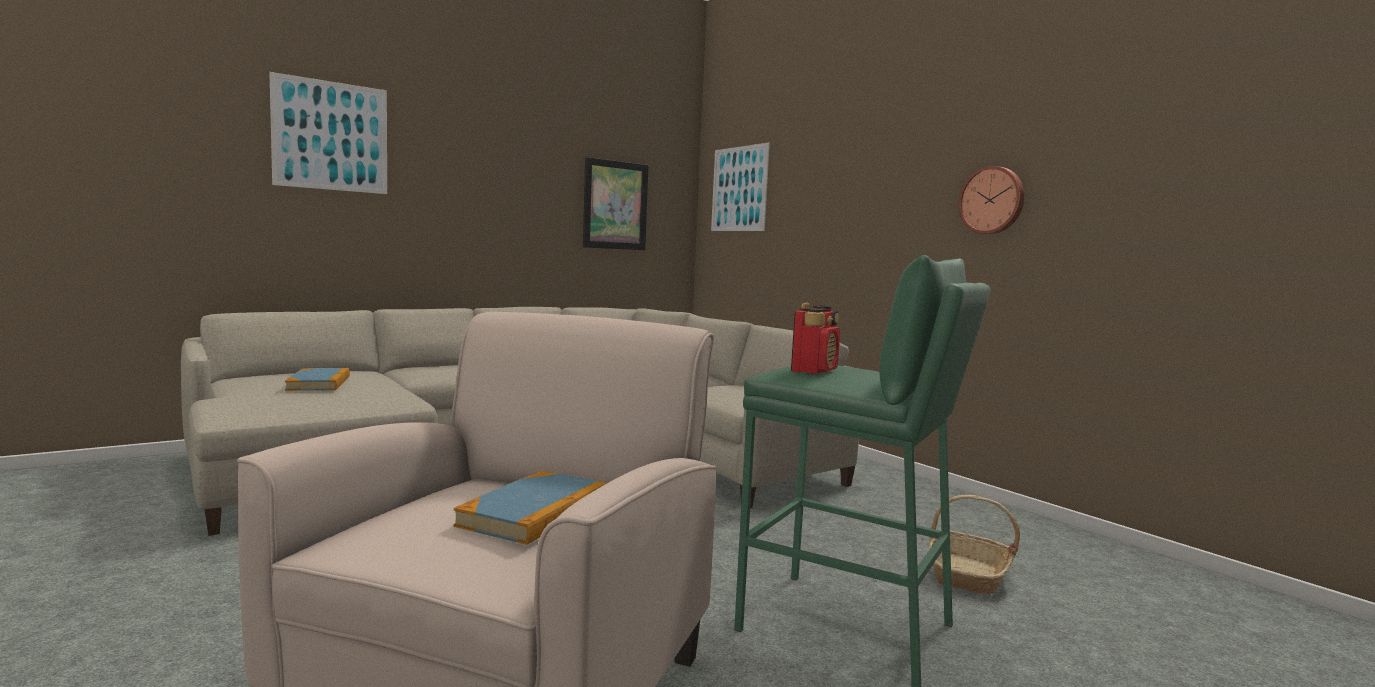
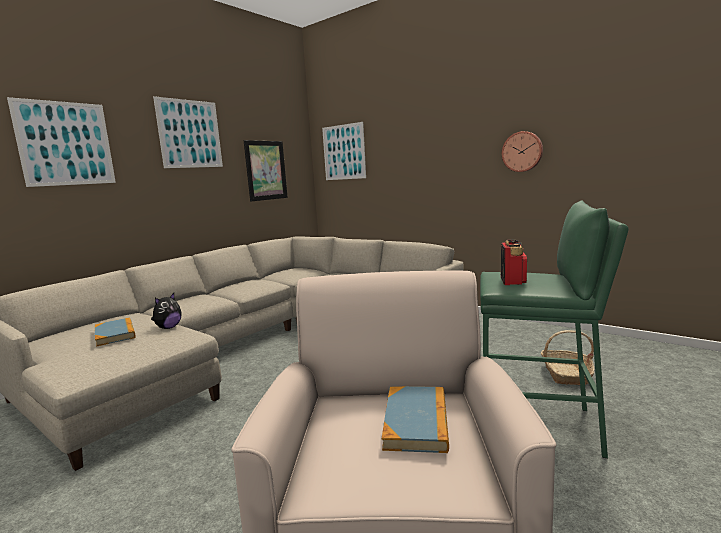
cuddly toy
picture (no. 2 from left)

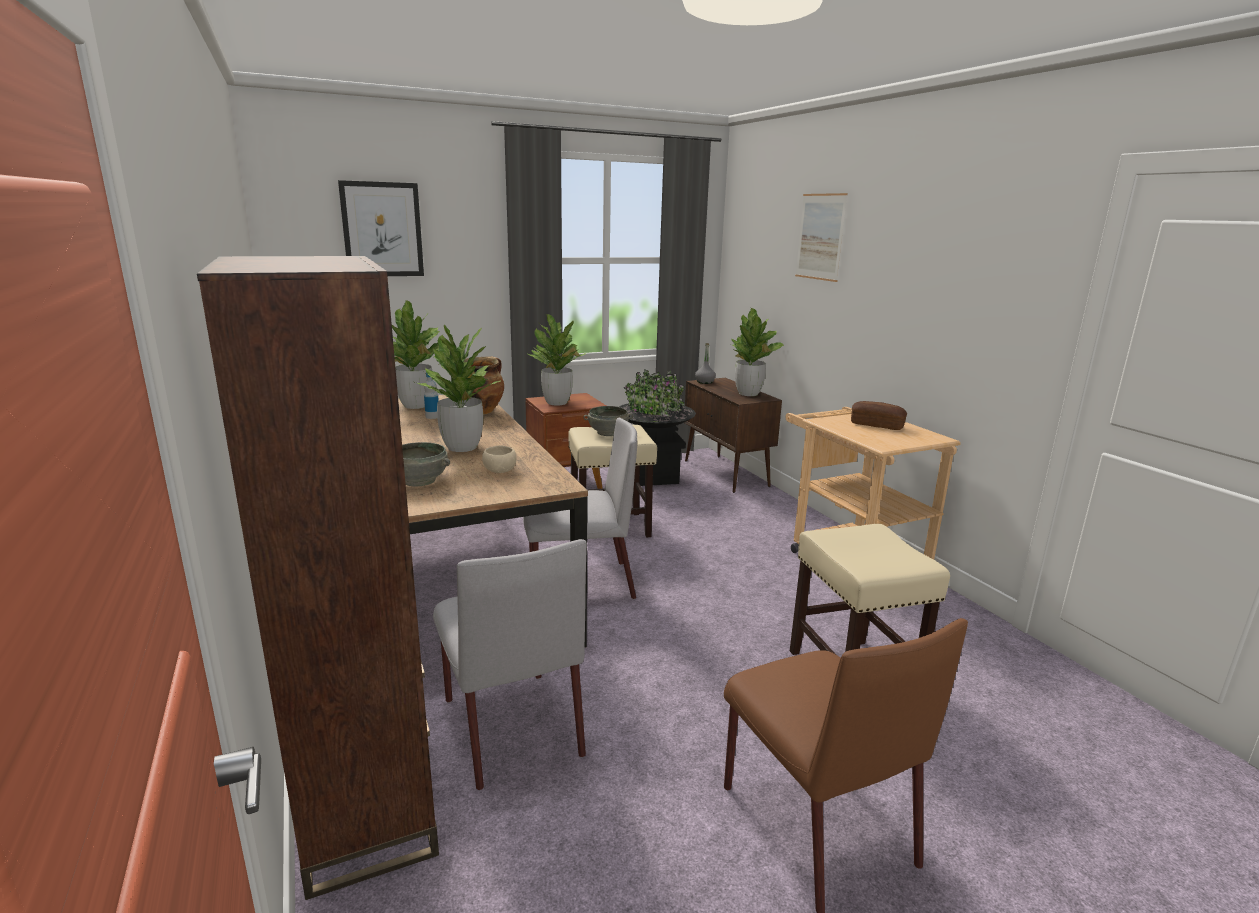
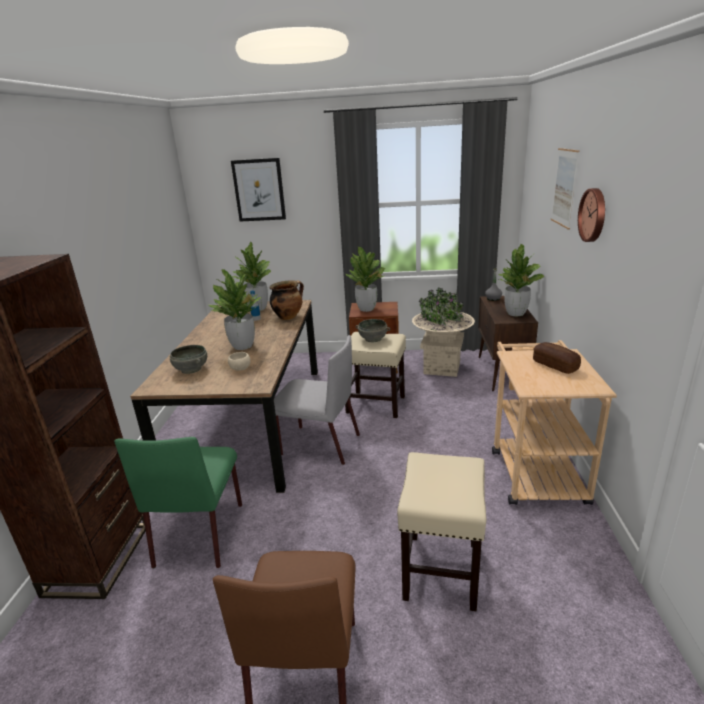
green upright chair
beige planter
hanging clock

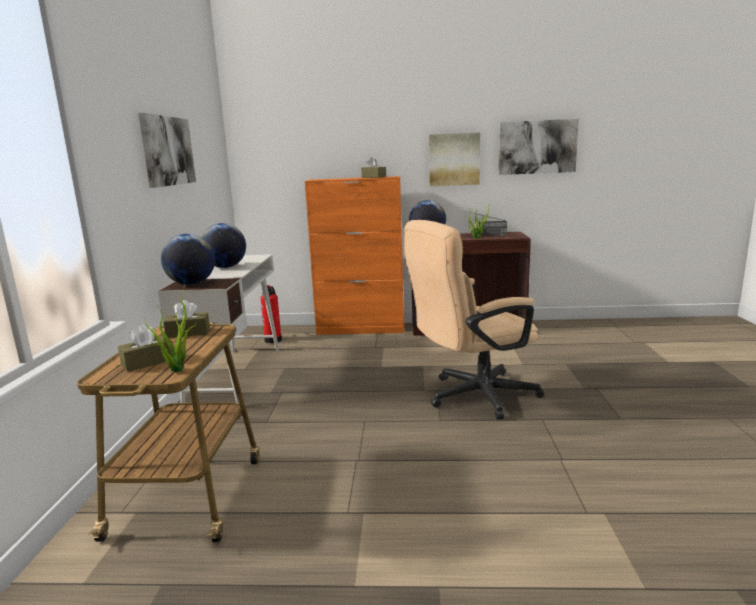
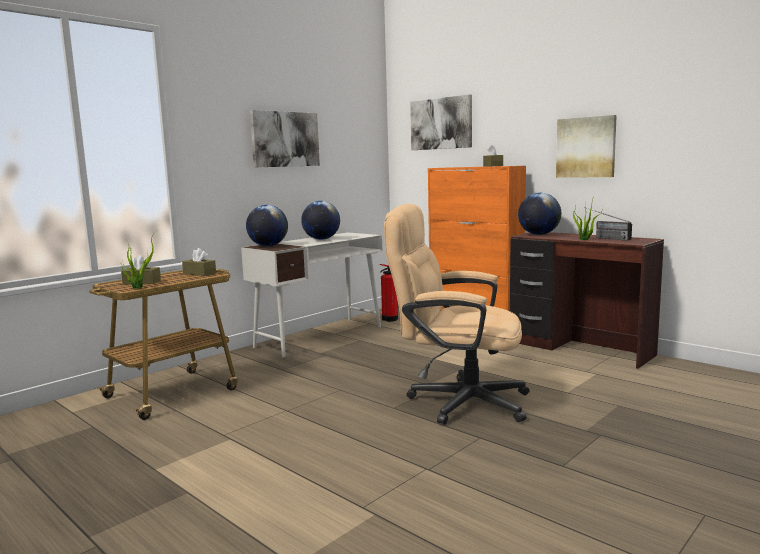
picture (no. 2 from left)

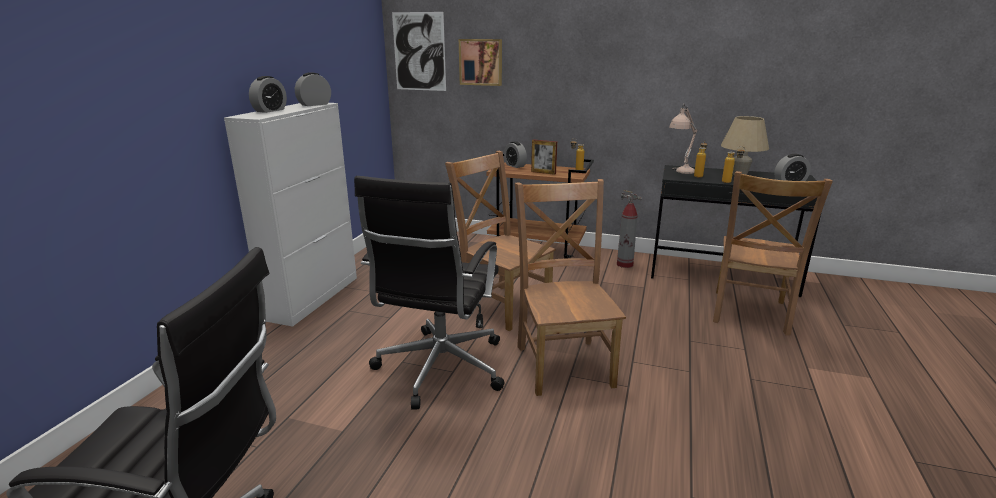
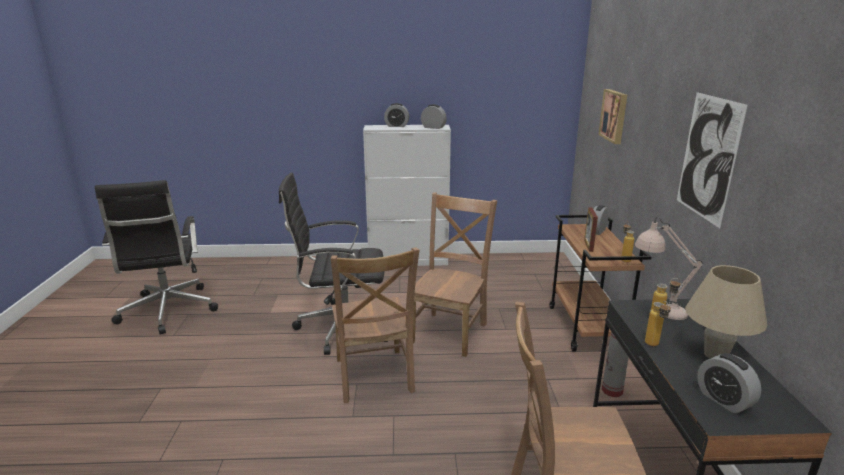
brown upright chair (no. 1 from left)
picture (no. 2 from left)

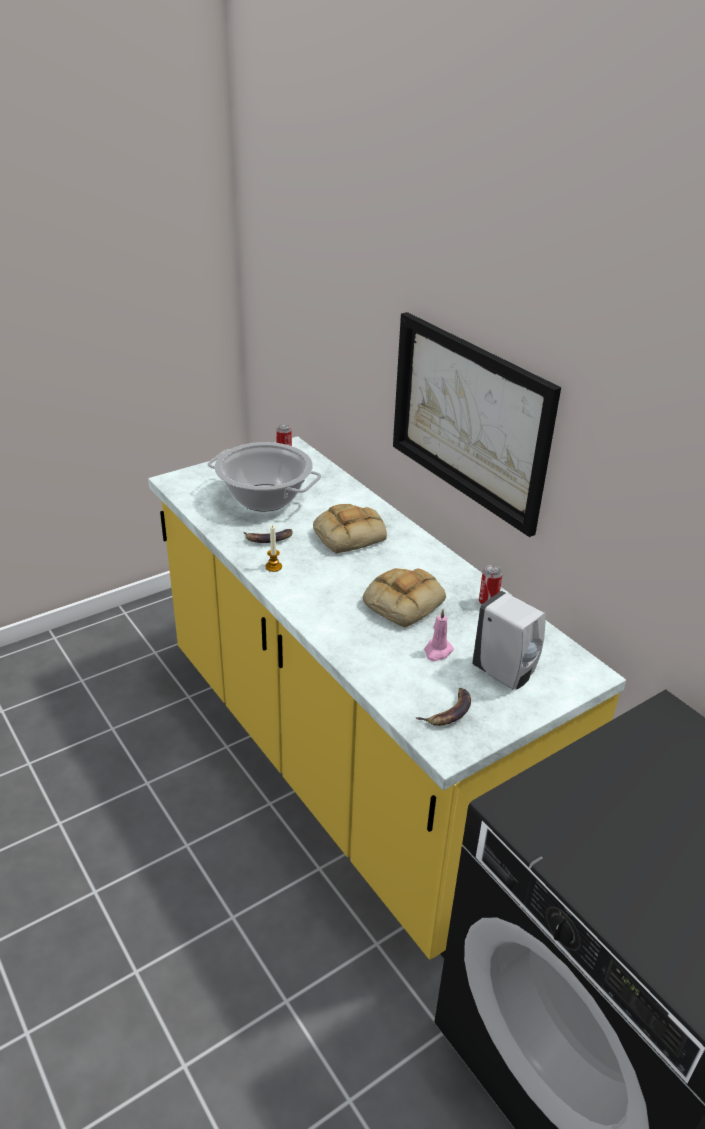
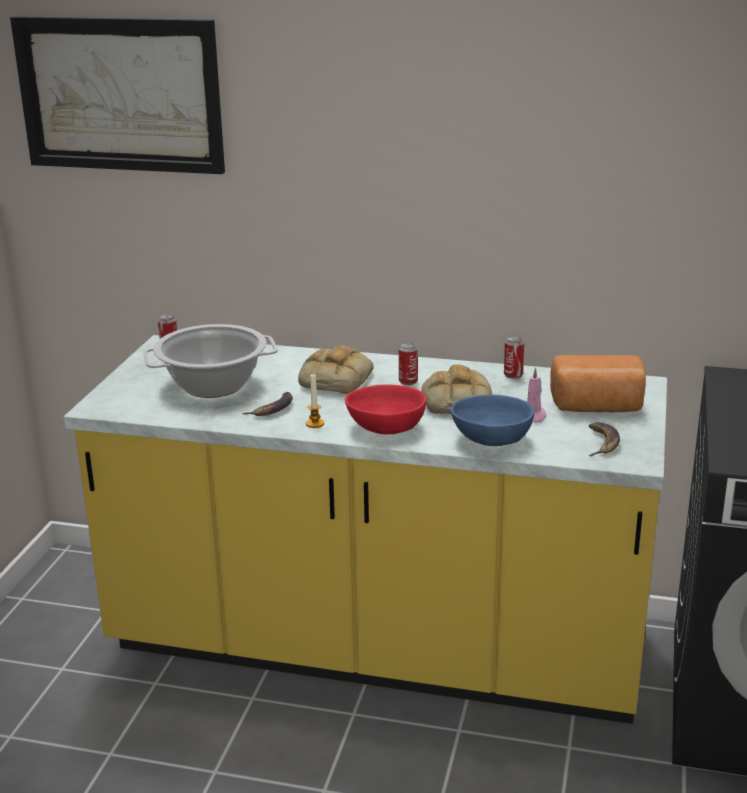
picture
red serving bowl
sealed can (no. 2 from left)
blue serving bowl
baked bread (no. 3 from left)

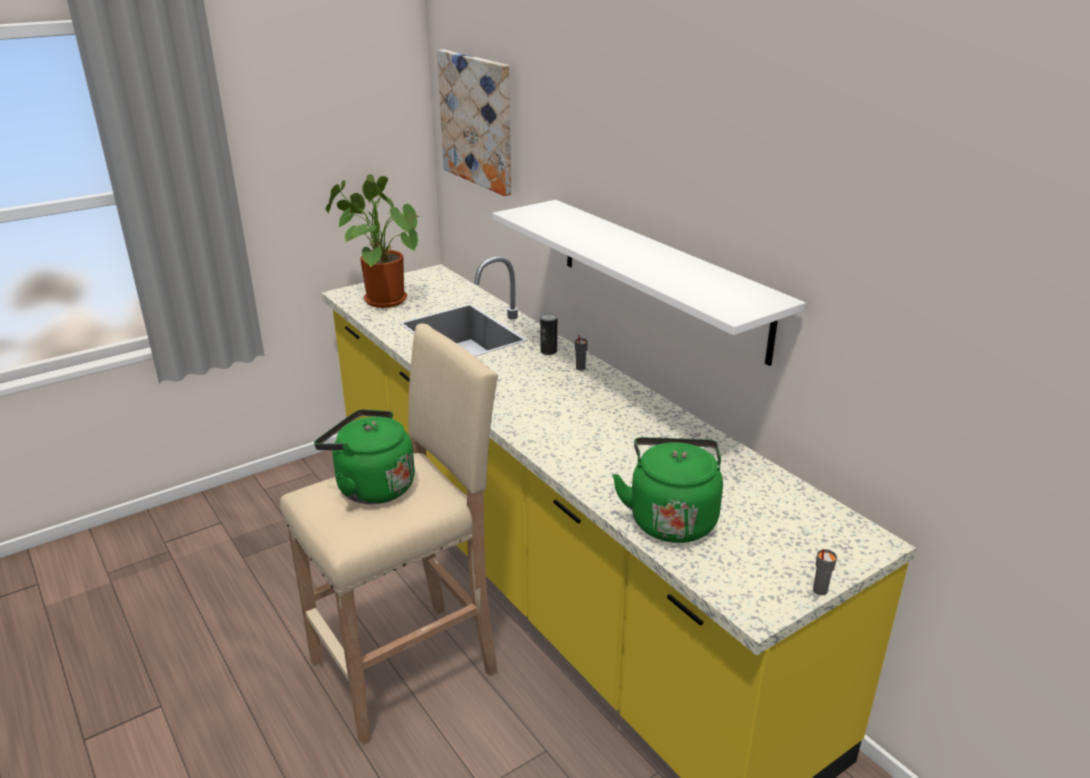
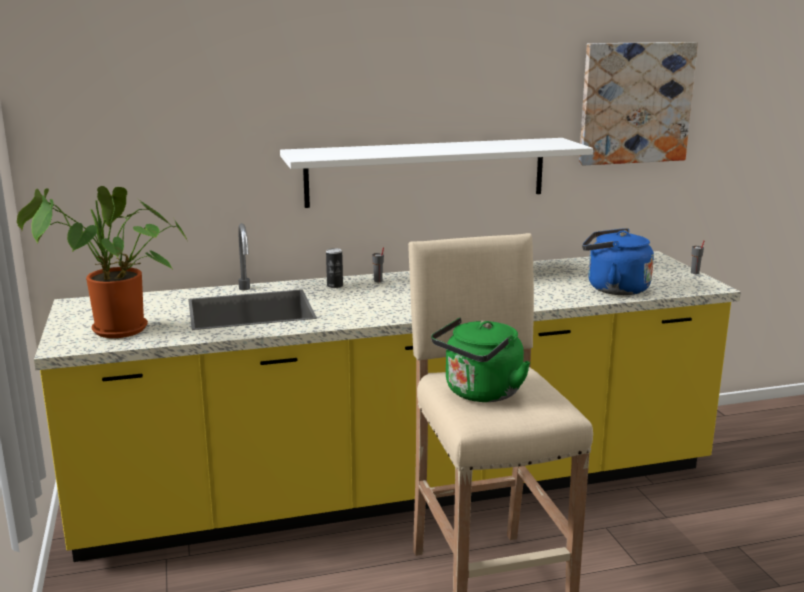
picture
blue kettle

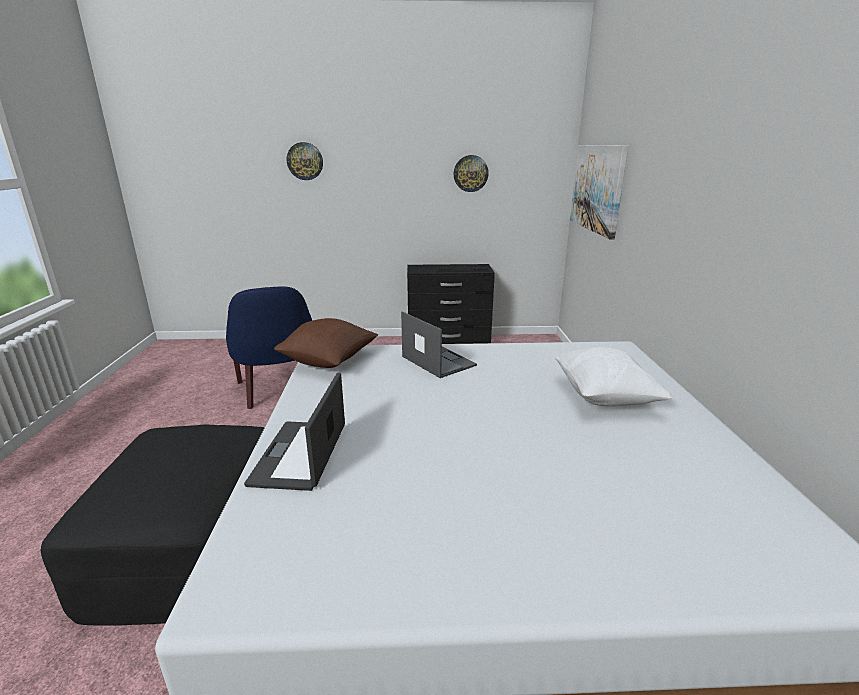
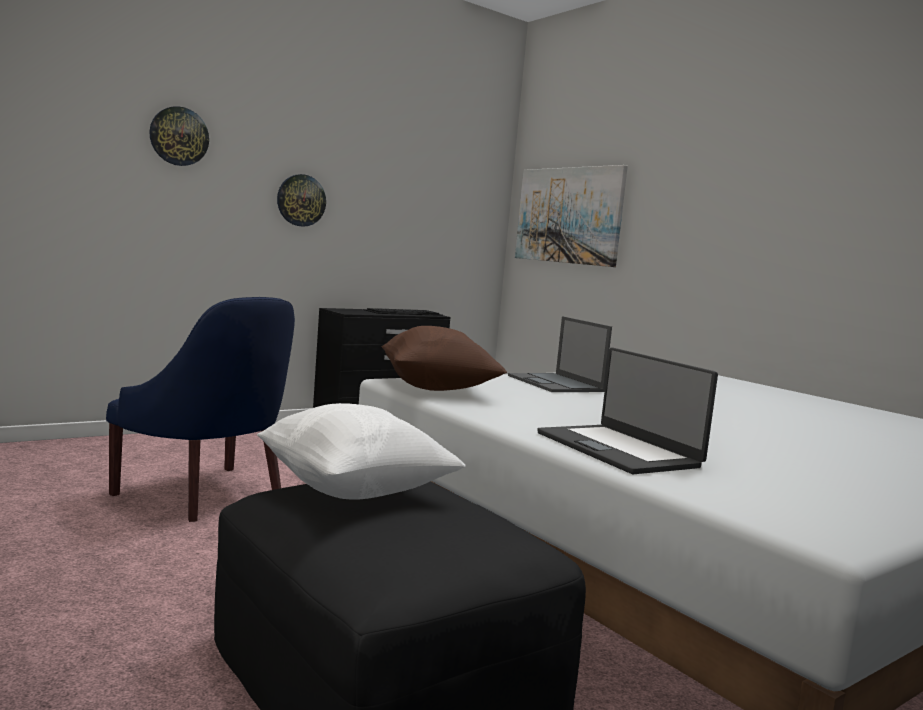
white-coloured cushion
hanging clock (no. 2 from left)
portable computer (no. 1 from left)

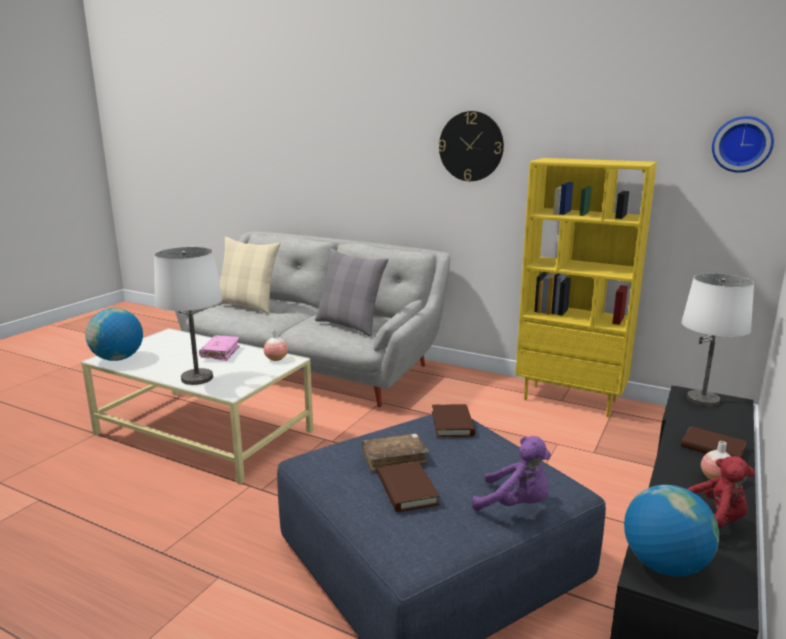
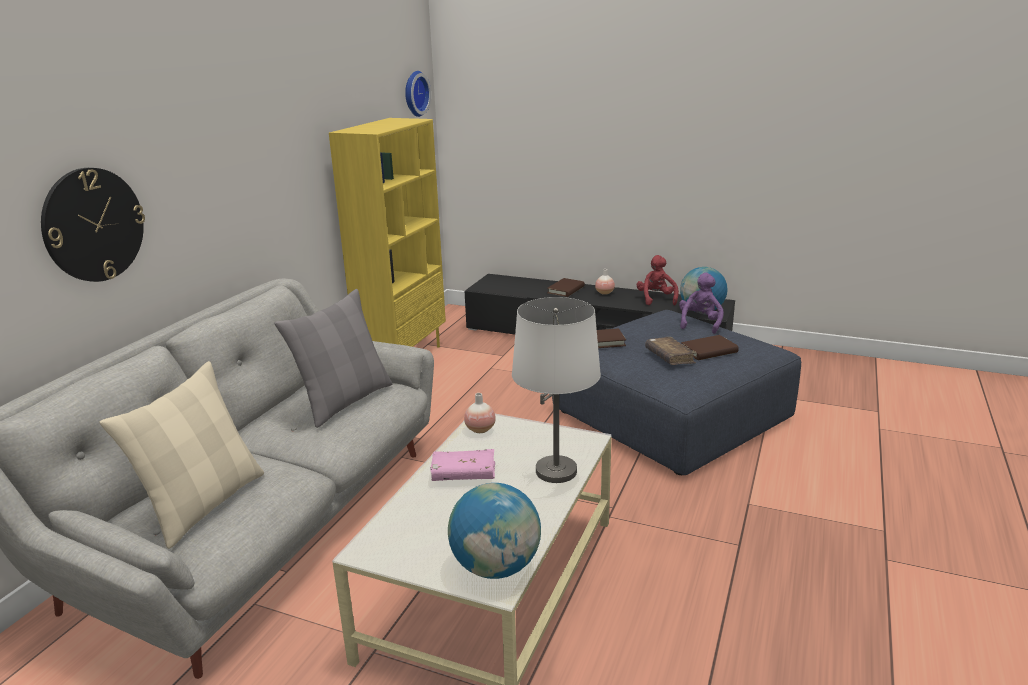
hanging clock (no. 1 from left)
white-coloured tabletop lamp (no. 2 from left in the first image)

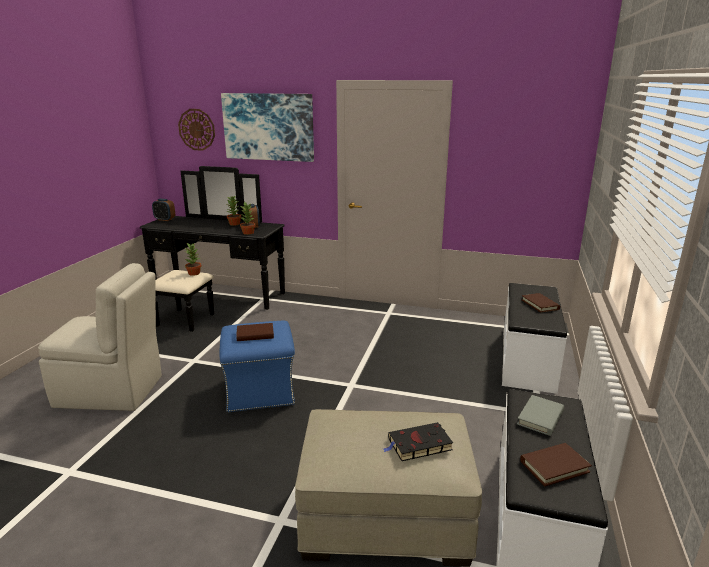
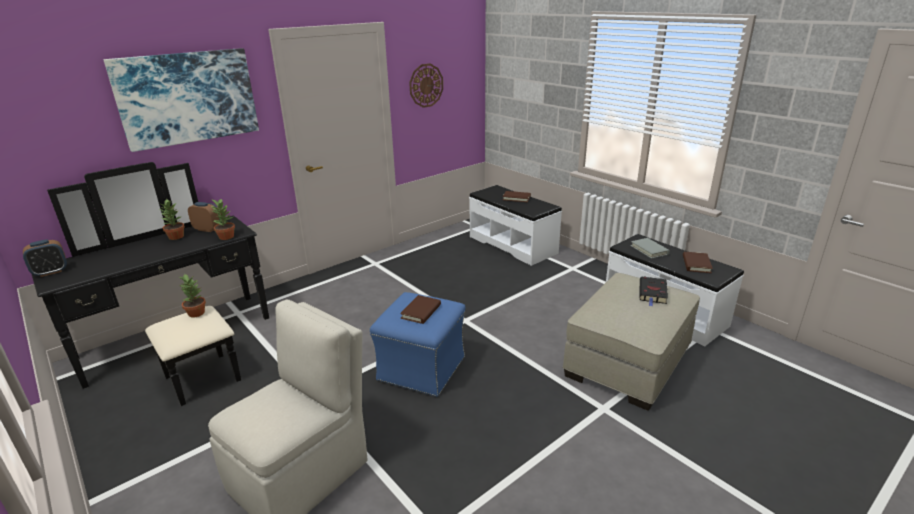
hanging clock

